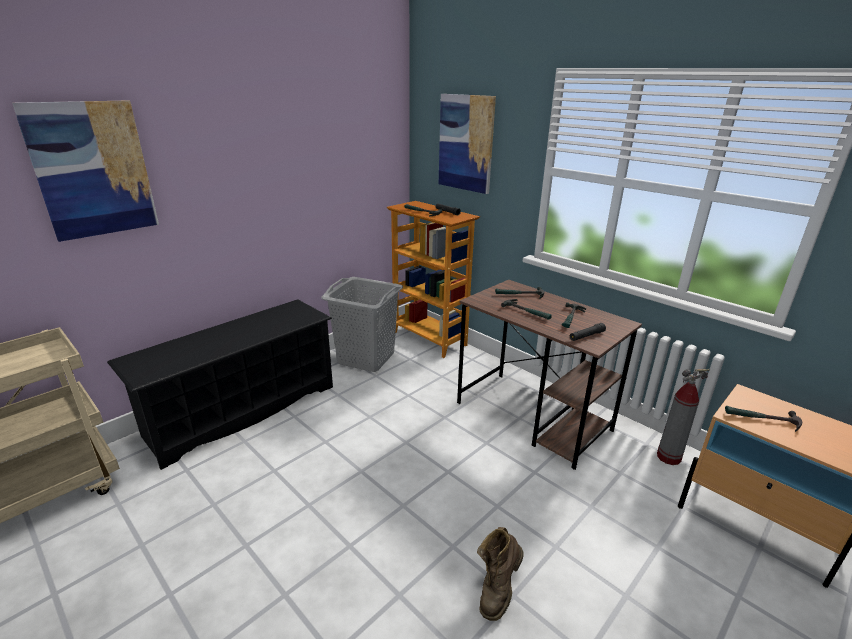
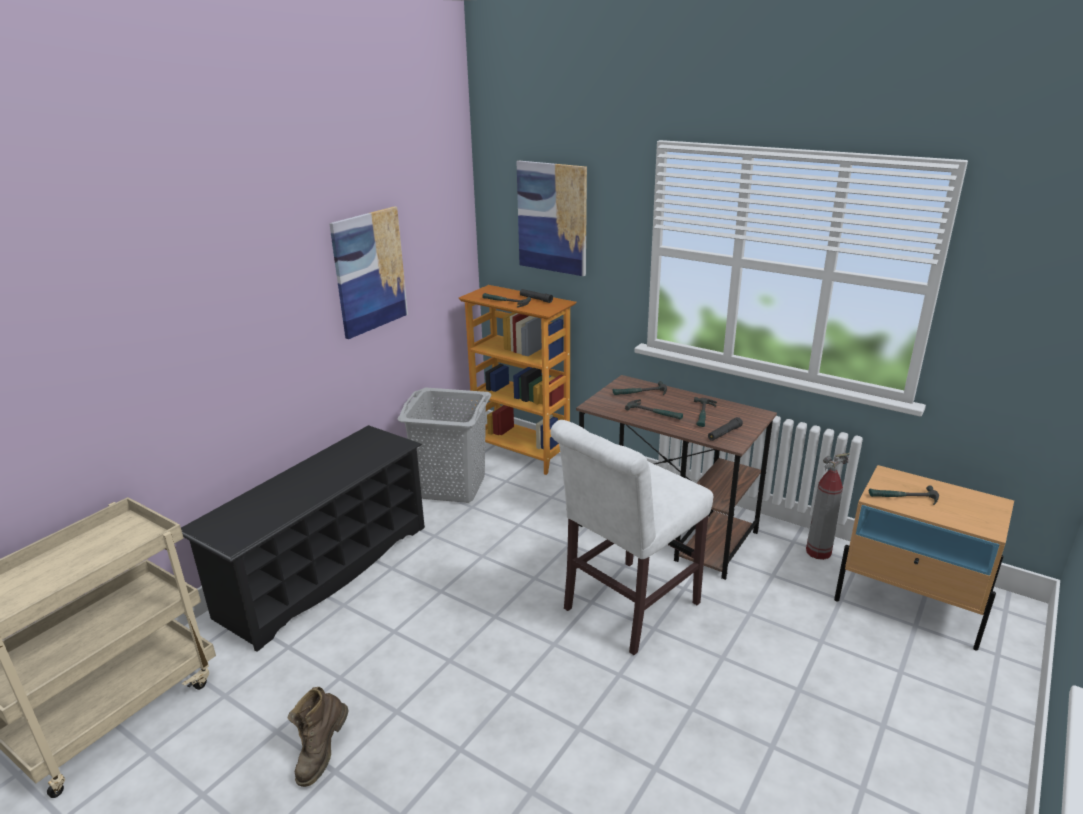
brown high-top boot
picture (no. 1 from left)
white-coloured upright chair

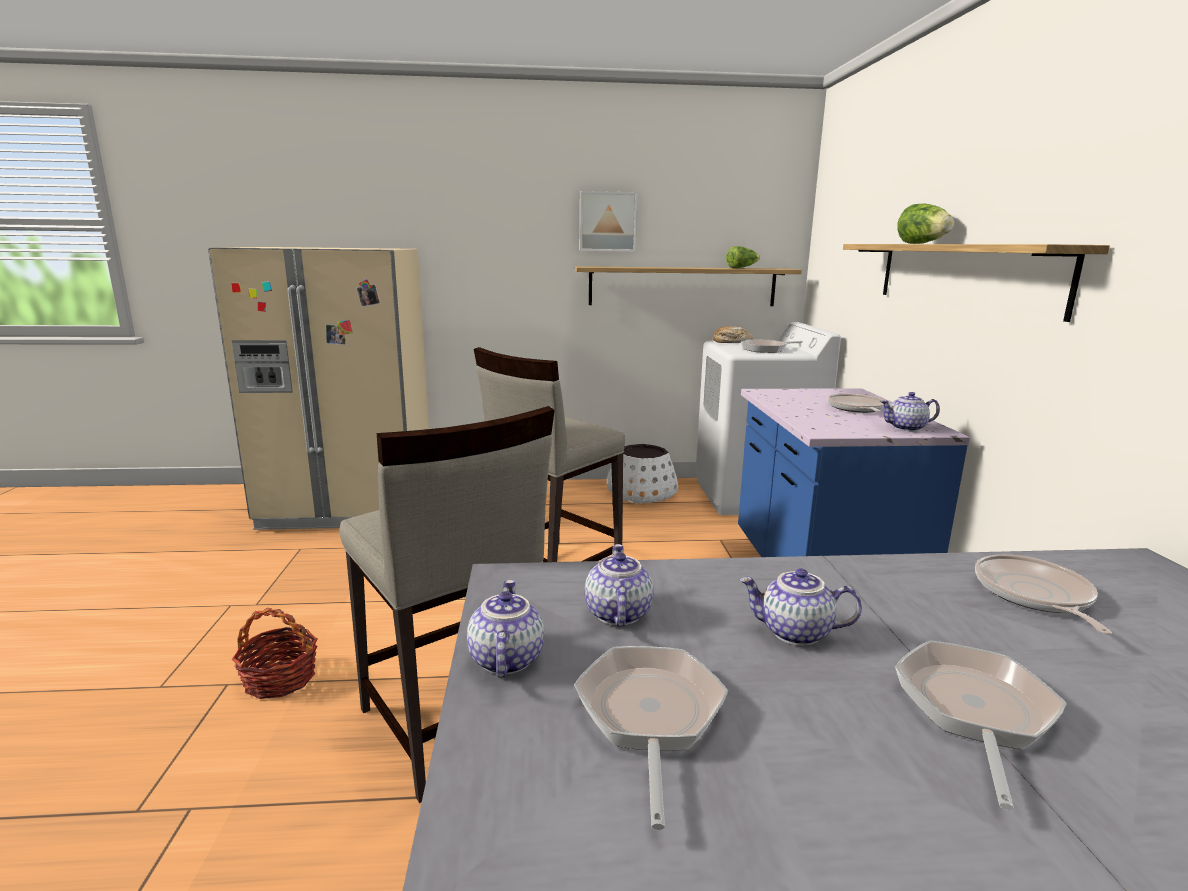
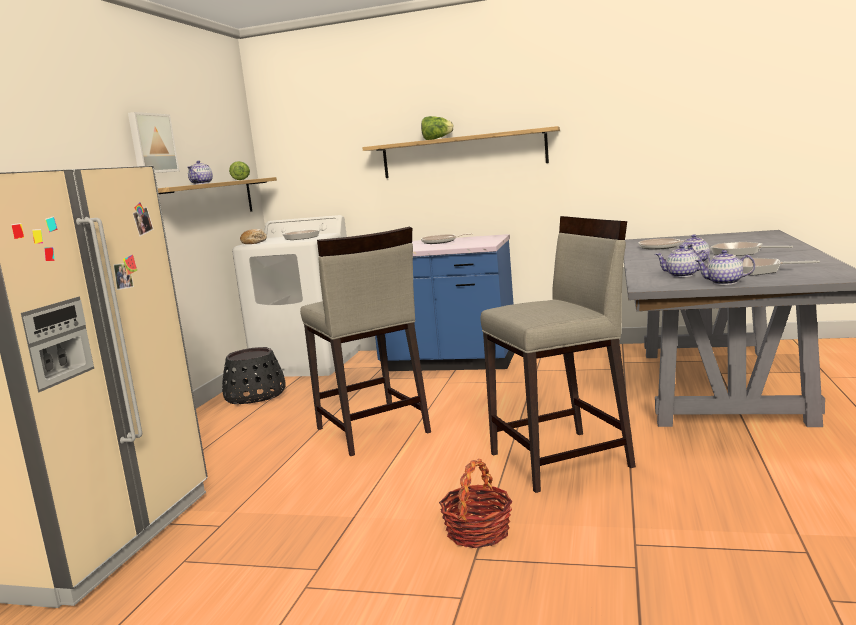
teapot (no. 1 from left)
black-coloured planter

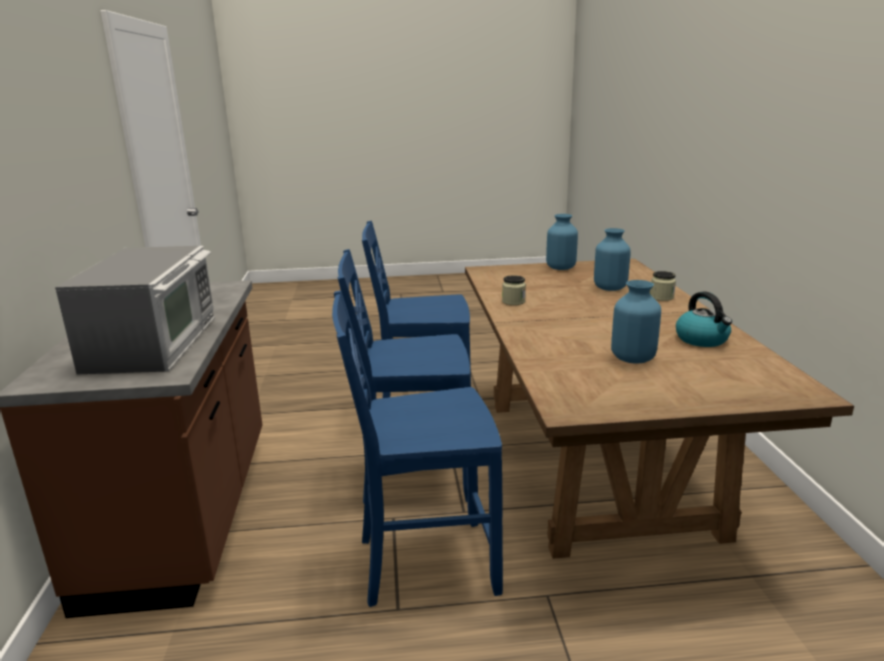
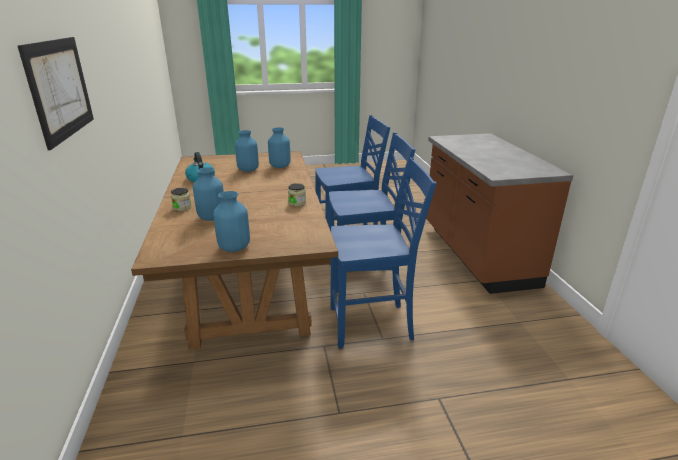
picture
blue vase (no. 4 from left)
kitchen microwave

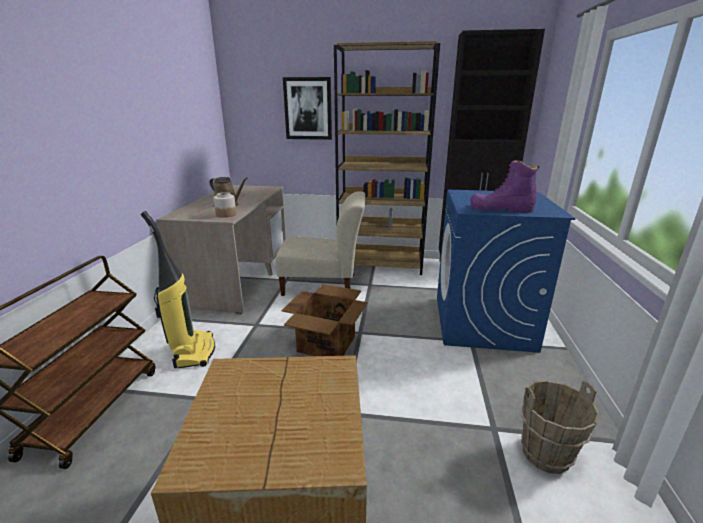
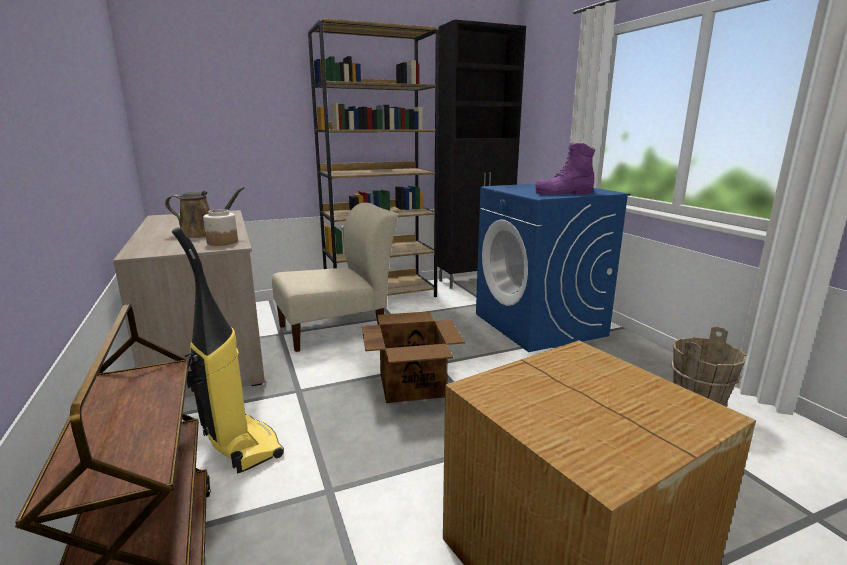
picture

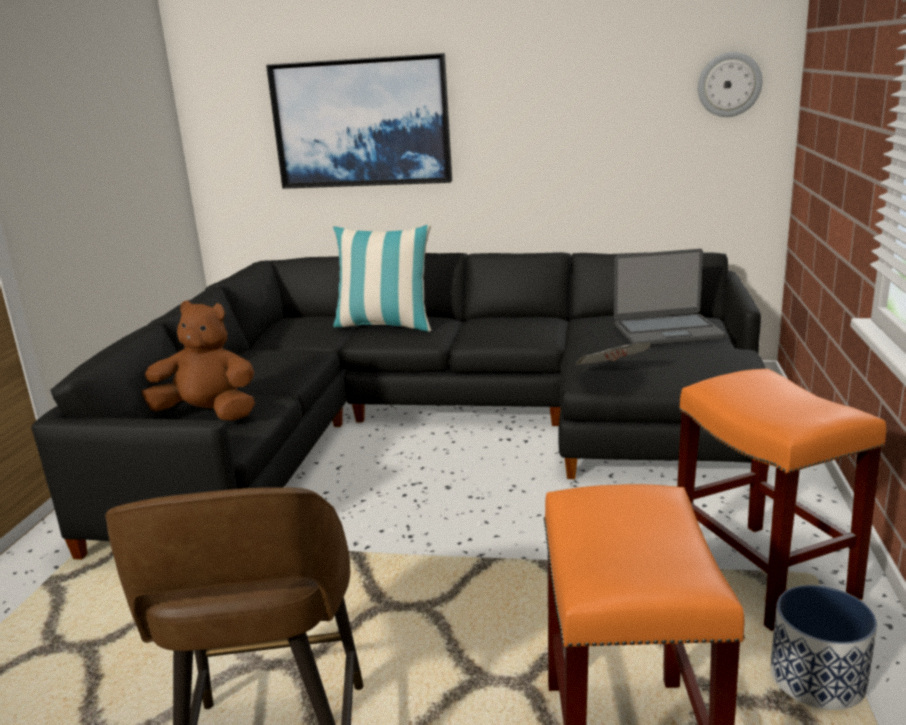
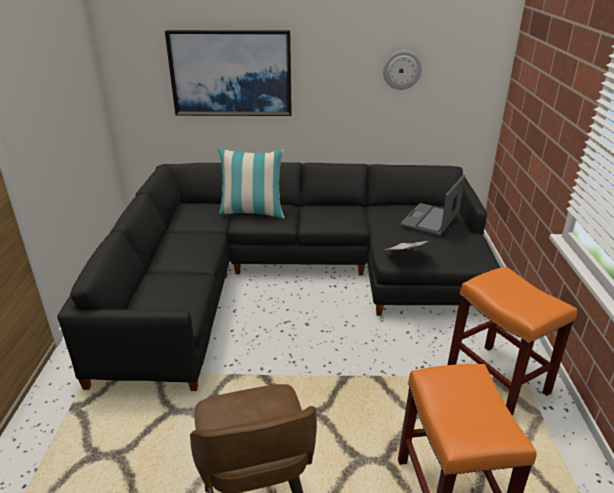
hanging clock
portable computer
brown cuddly toy
planter

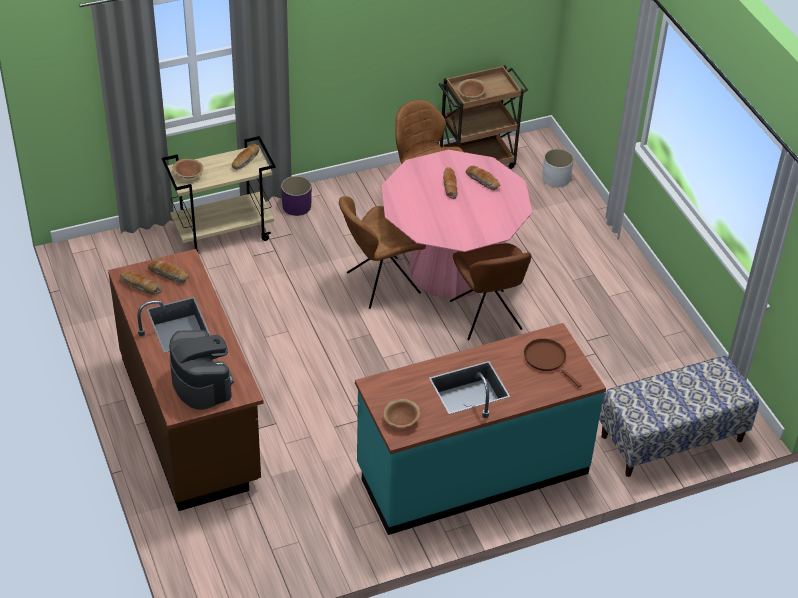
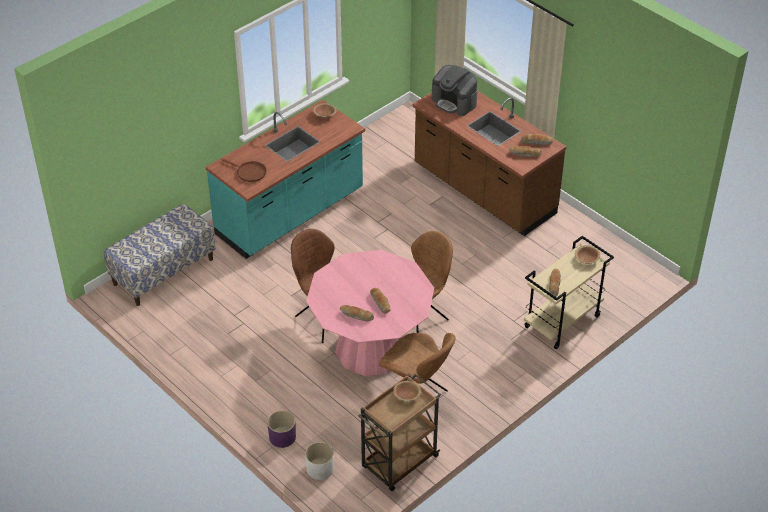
purple-coloured planter

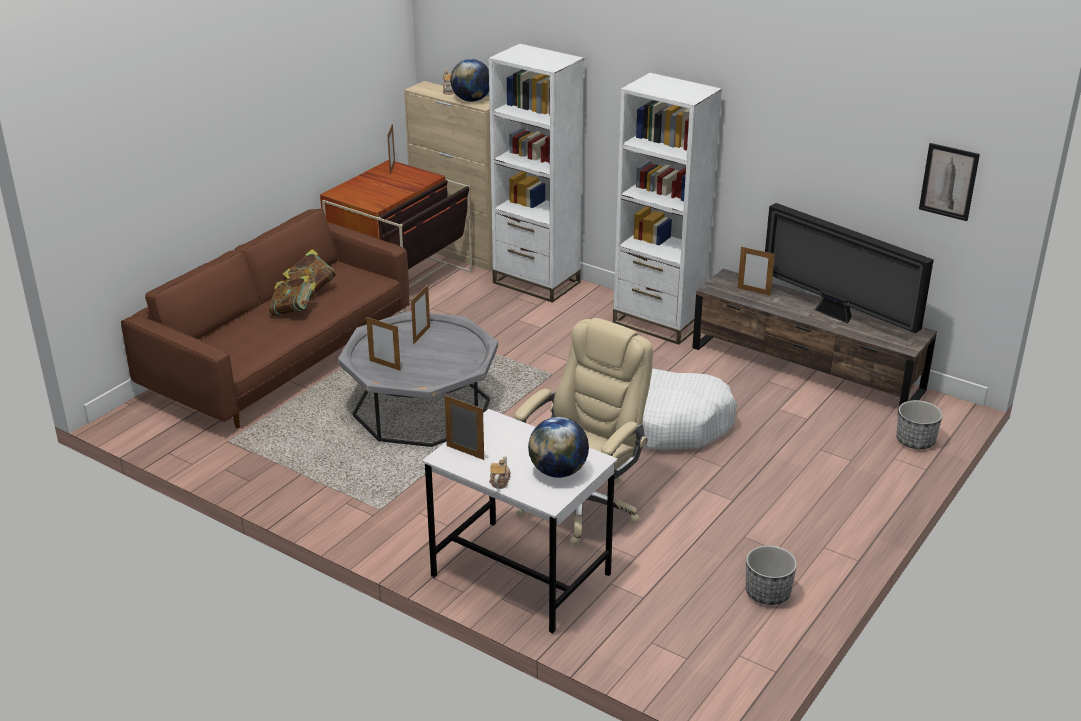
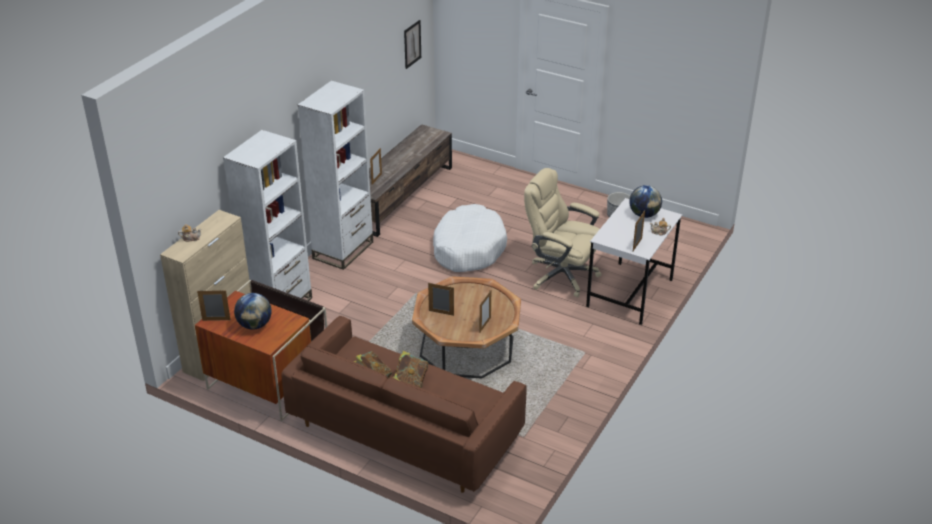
desk globe (no. 1 from left)
brown low table
television
planter (no. 2 from left in the first image)

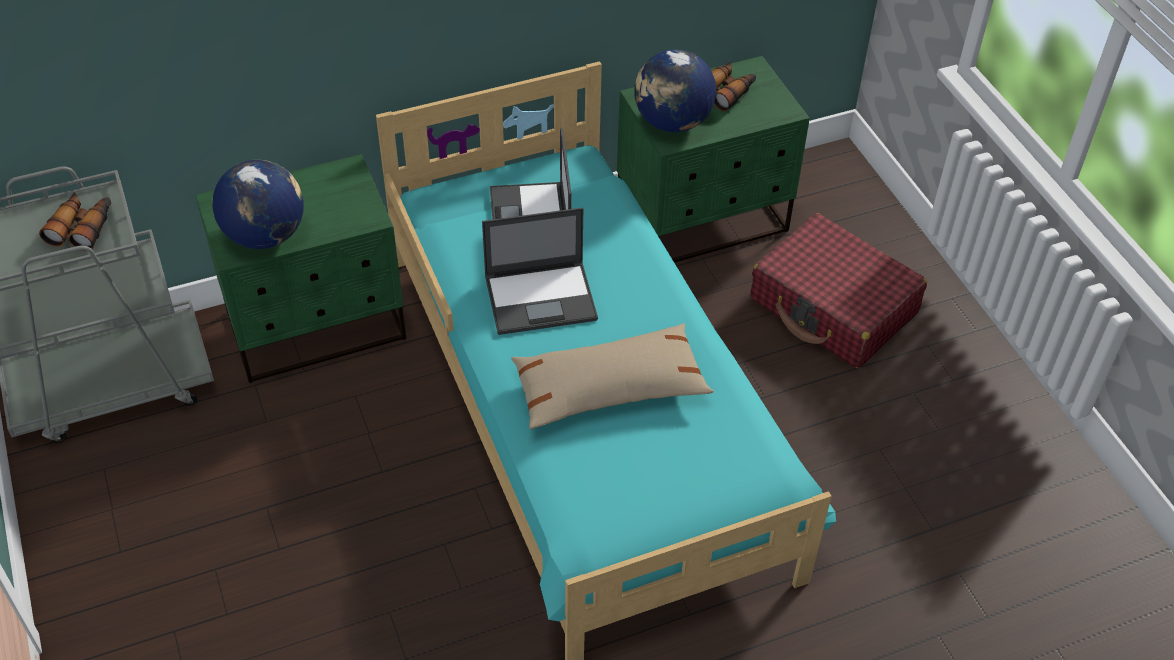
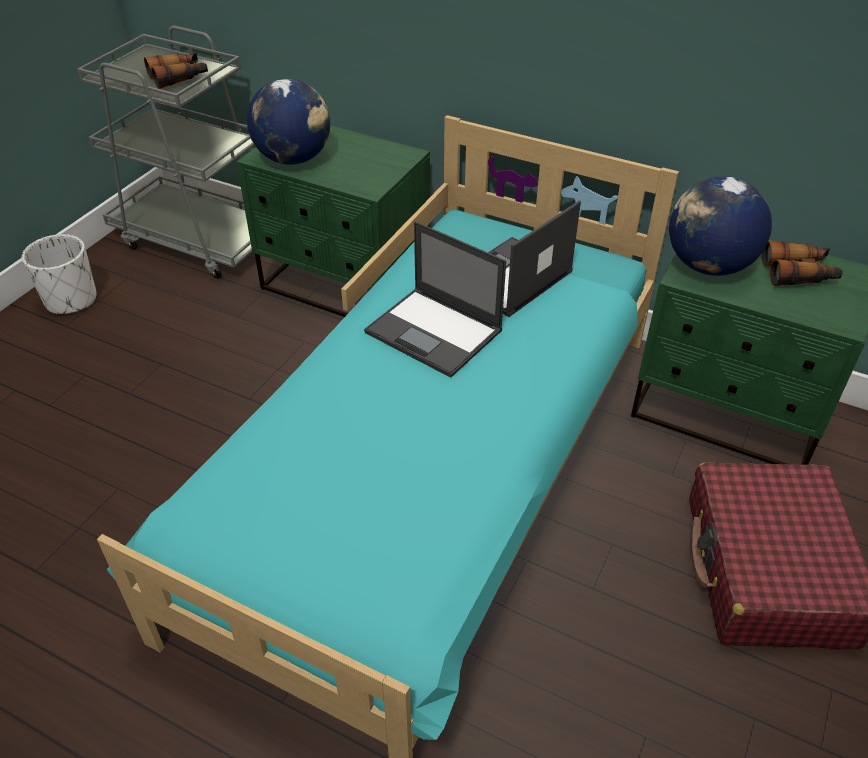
white-coloured planter
beige cushion

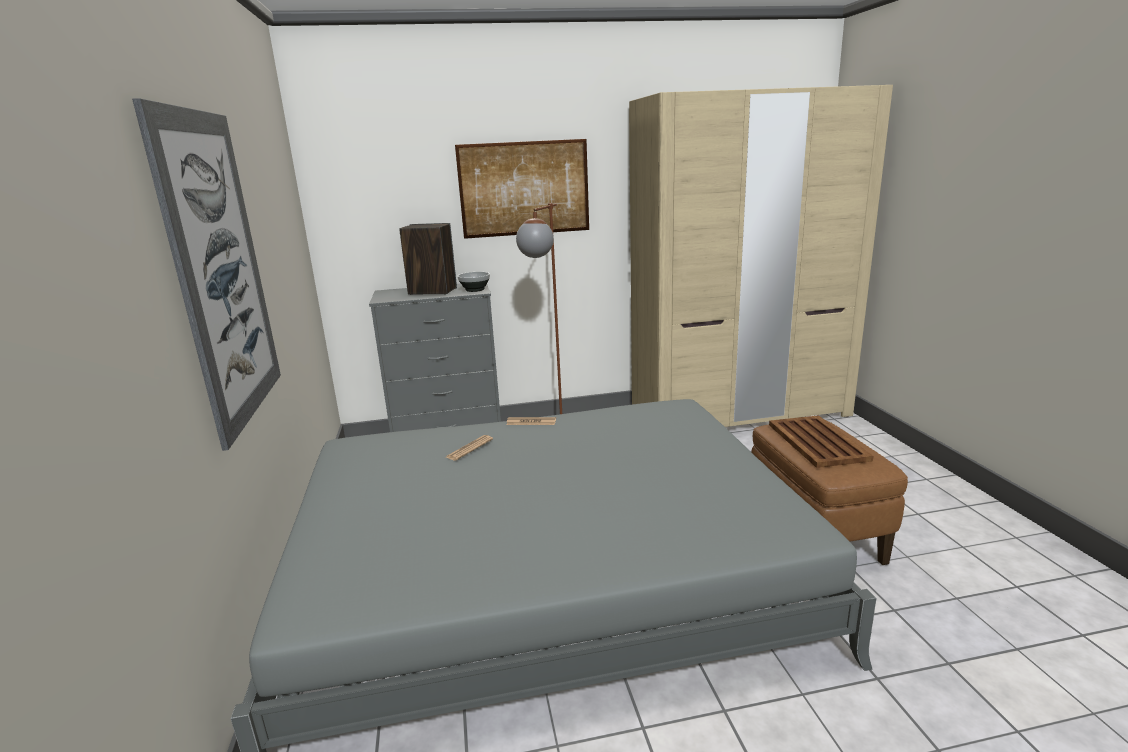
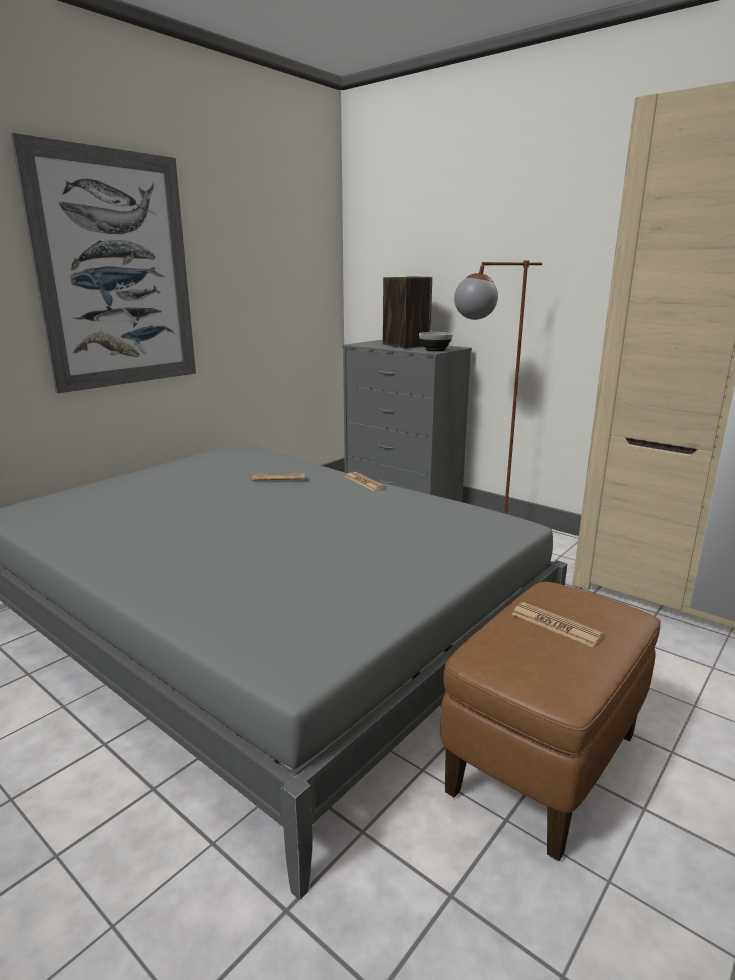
newspaper (no. 3 from left)
picture (no. 2 from left in the first image)

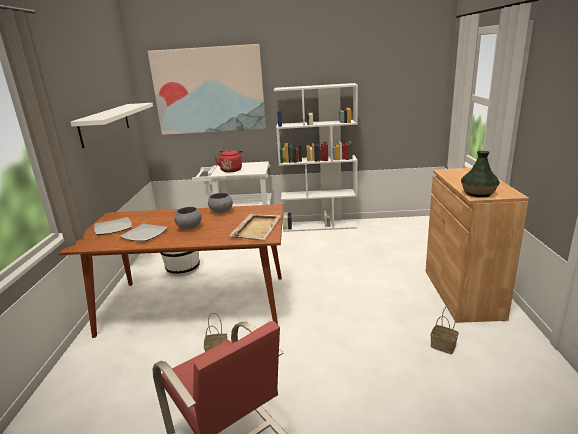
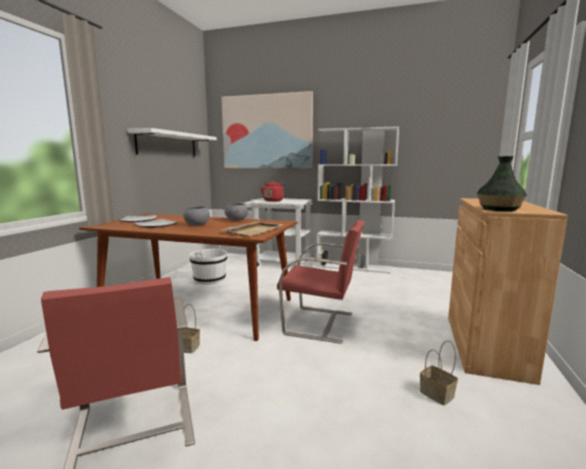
red upright chair (no. 2 from left)

